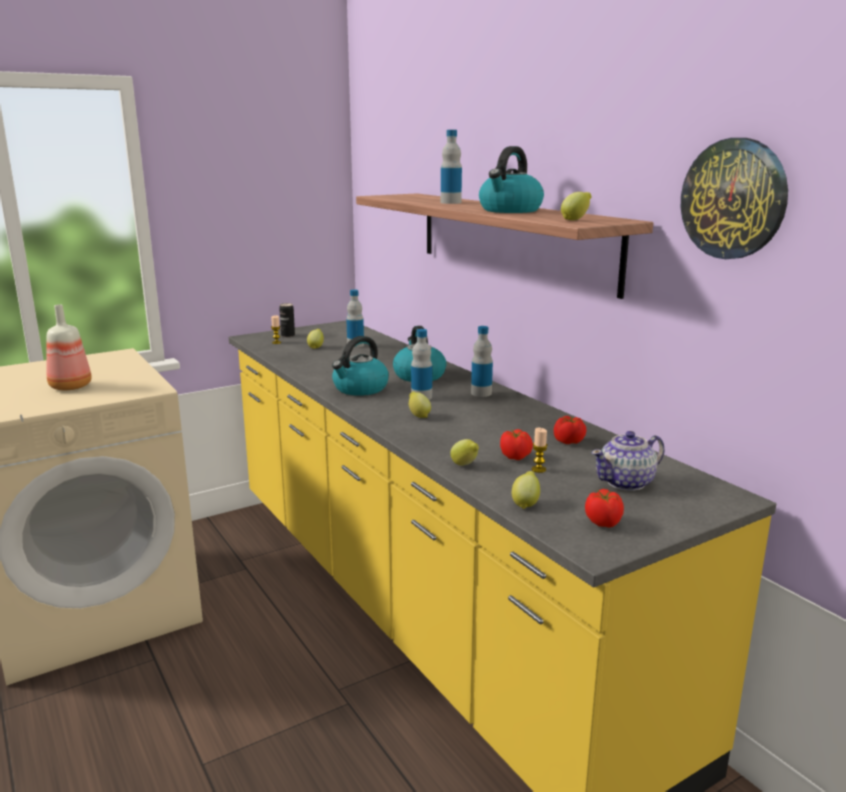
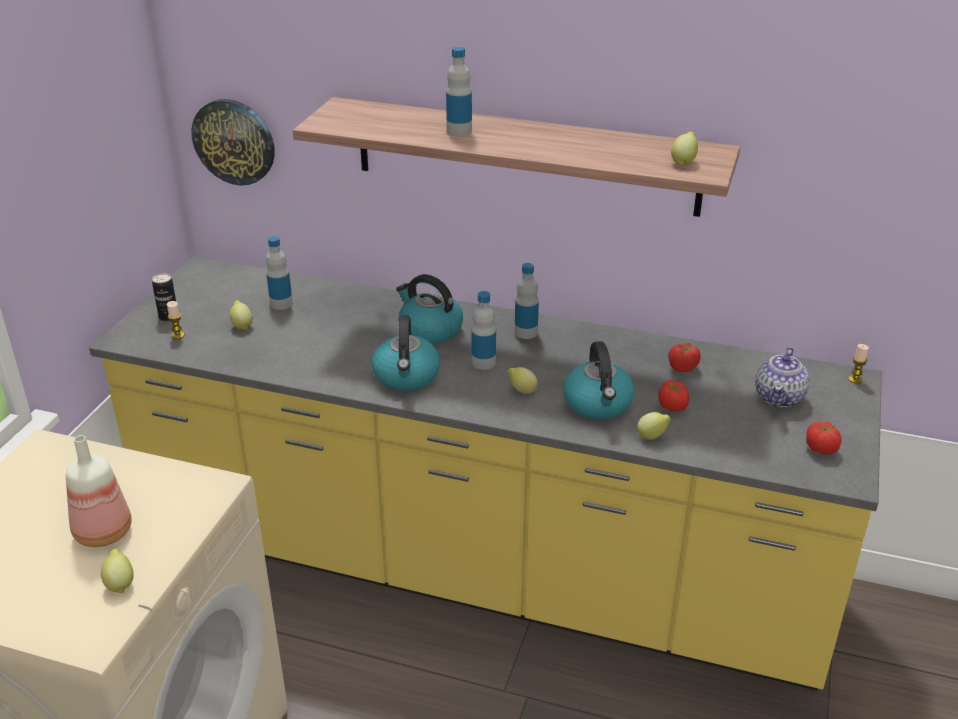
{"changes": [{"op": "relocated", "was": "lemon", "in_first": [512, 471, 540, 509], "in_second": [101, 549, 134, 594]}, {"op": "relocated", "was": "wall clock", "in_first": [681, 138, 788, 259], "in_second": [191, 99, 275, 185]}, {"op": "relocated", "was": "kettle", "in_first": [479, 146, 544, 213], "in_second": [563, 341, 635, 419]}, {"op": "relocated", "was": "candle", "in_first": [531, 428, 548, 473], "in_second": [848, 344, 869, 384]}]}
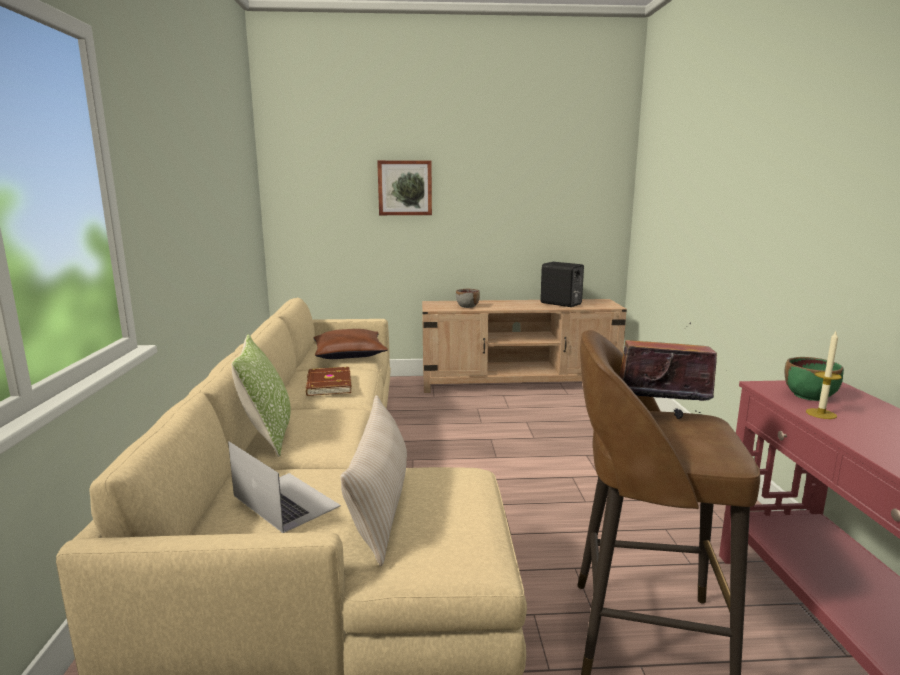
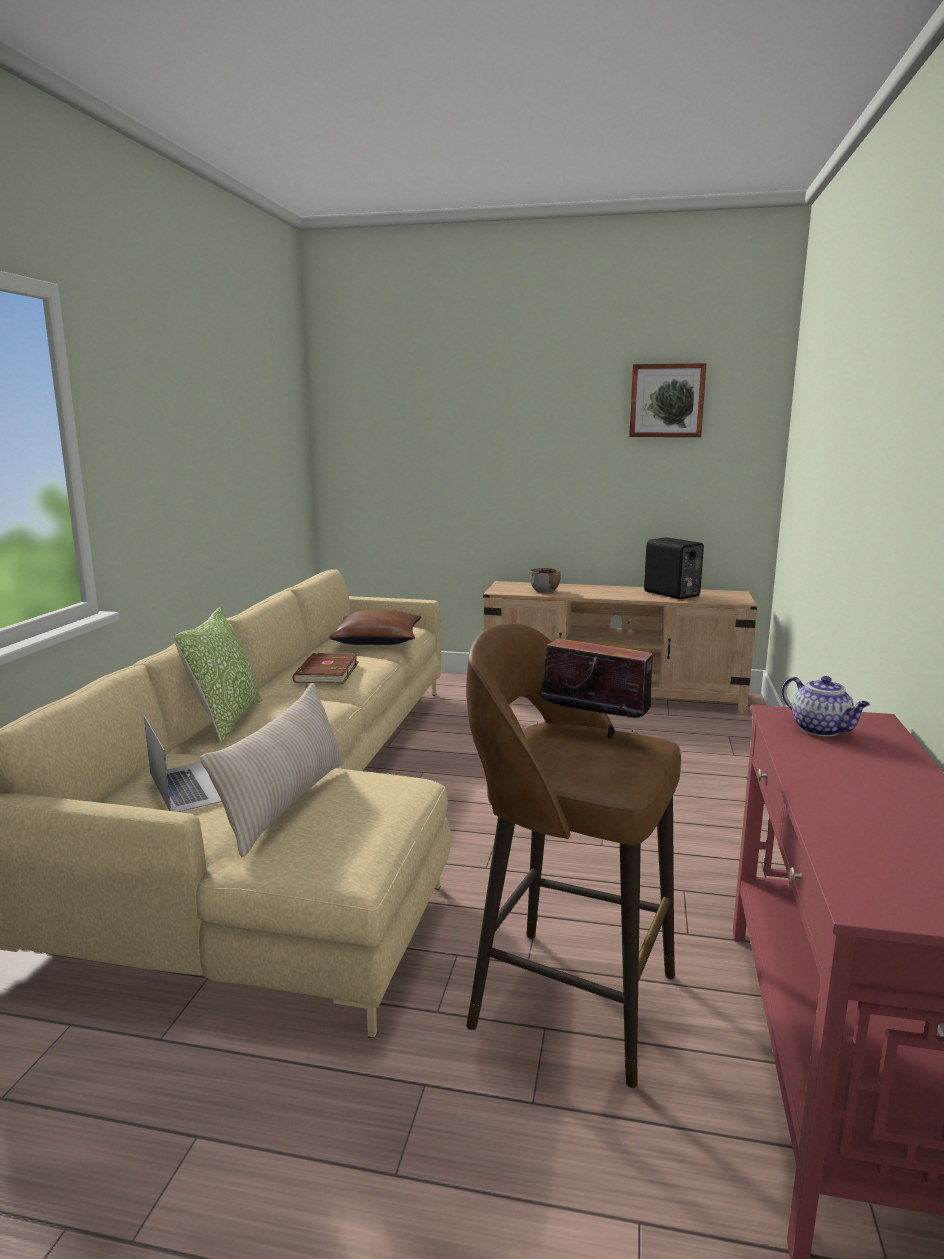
{"changes": [{"op": "relocated", "was": "picture", "in_first": [377, 160, 432, 215], "in_second": [629, 363, 707, 437]}, {"op": "exchanged", "was": "bowl (green)", "now": "teapot", "in_first": [784, 357, 844, 401], "in_second": [782, 676, 870, 736]}, {"op": "missing", "was": "candle", "in_first": [806, 332, 842, 419]}]}
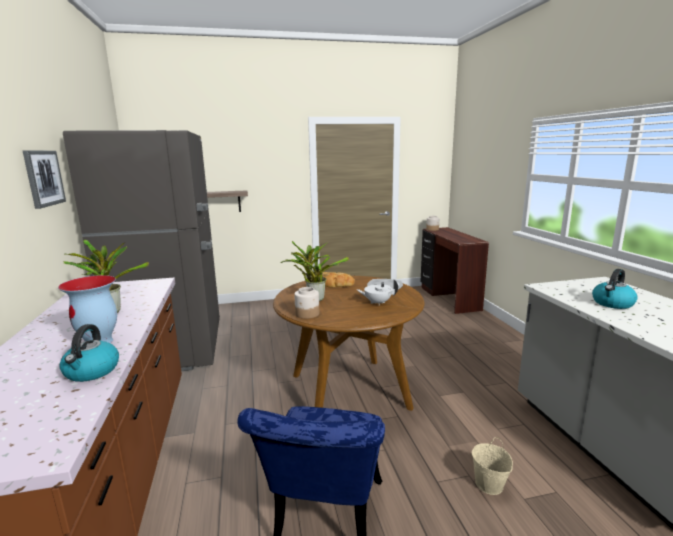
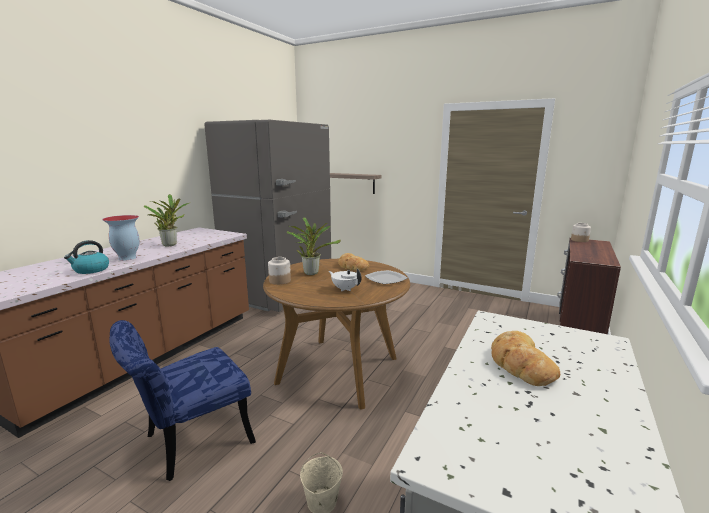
{"changes": [{"op": "exchanged", "was": "kettle", "now": "bread", "in_first": [592, 269, 638, 309], "in_second": [491, 331, 560, 386]}, {"op": "missing", "was": "picture", "in_first": [22, 150, 66, 209]}]}
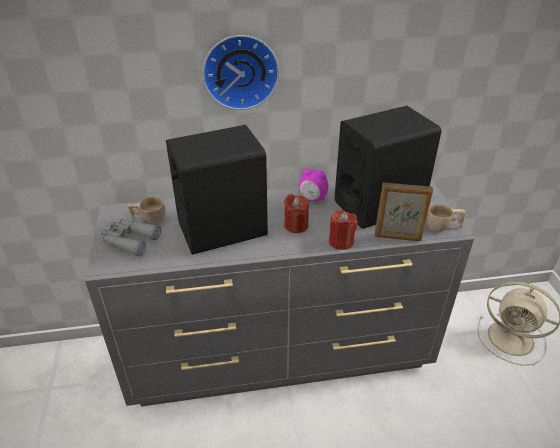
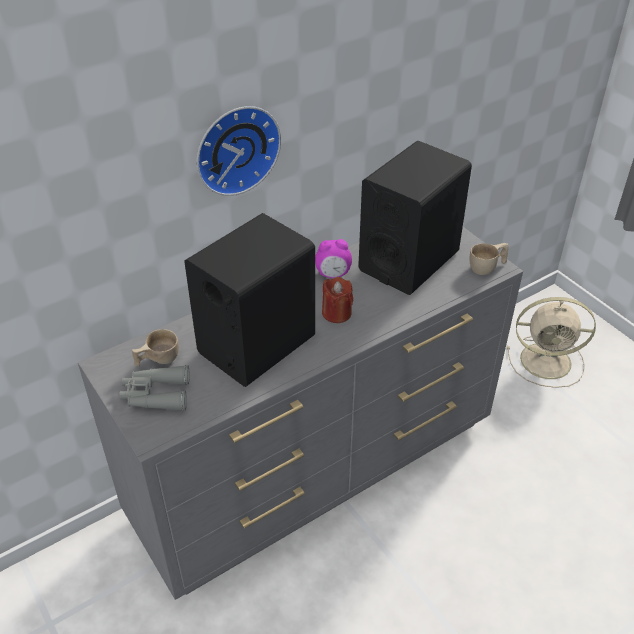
{"changes": [{"op": "missing", "was": "candle (red)", "in_first": [329, 210, 357, 250]}, {"op": "missing", "was": "picture frame", "in_first": [375, 182, 433, 241]}]}
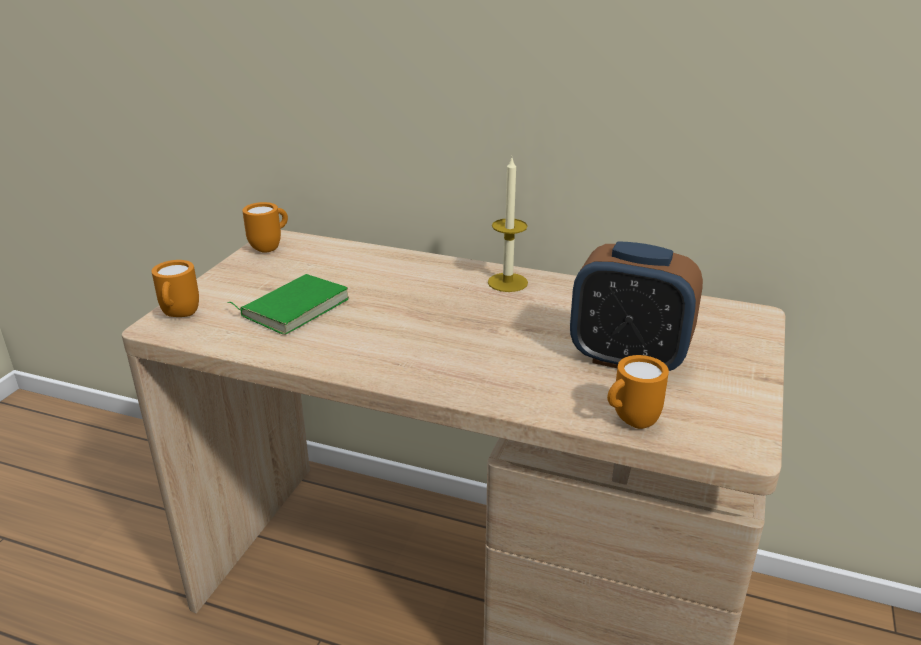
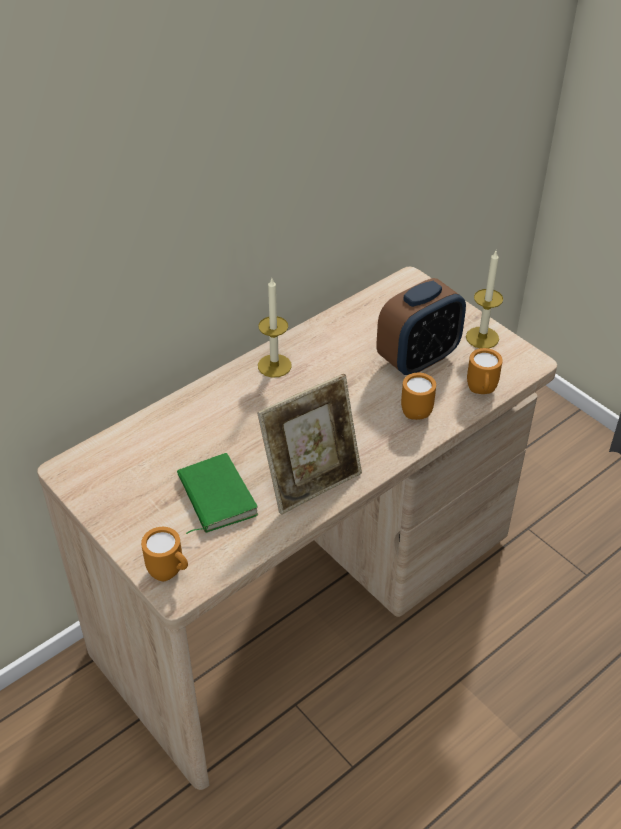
{"changes": [{"op": "appeared", "now": "picture frame", "in_second": [257, 374, 362, 515]}, {"op": "relocated", "was": "mug (orange)", "in_first": [242, 202, 288, 253], "in_second": [401, 373, 436, 420]}, {"op": "appeared", "now": "candle", "in_second": [466, 251, 503, 348]}]}
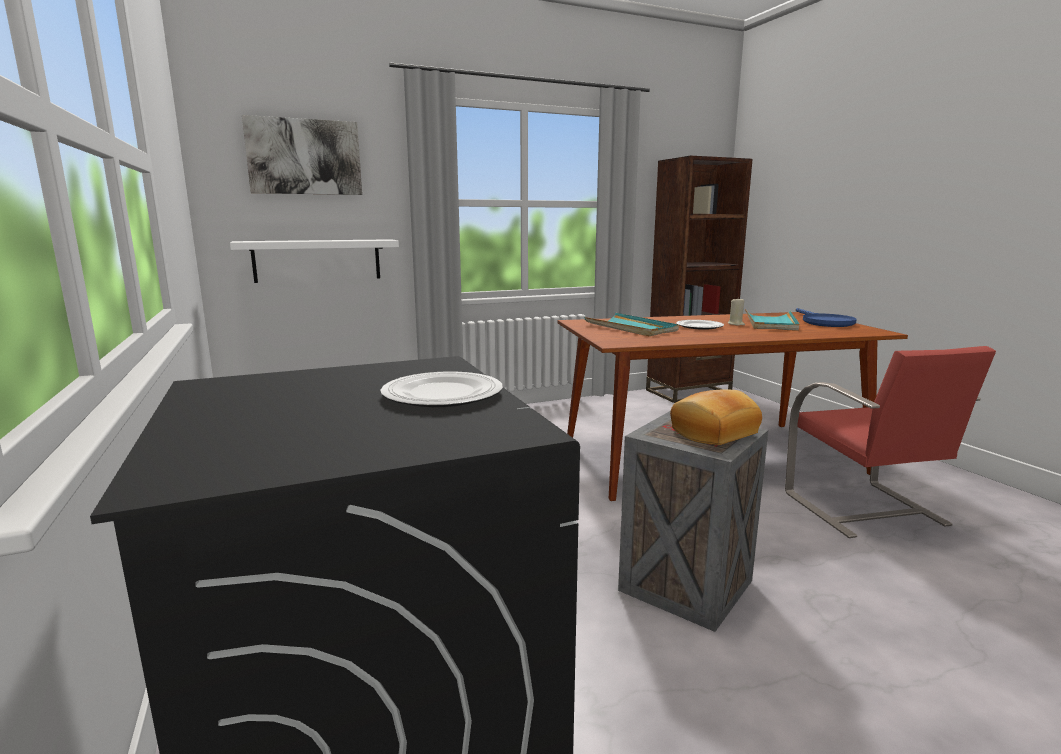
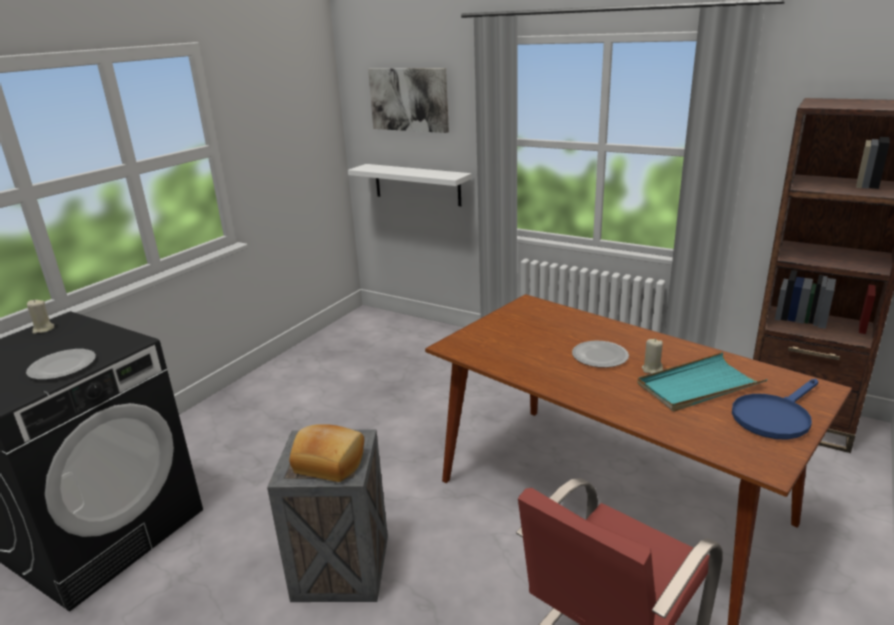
{"changes": [{"op": "appeared", "now": "candle (beige)", "in_second": [27, 300, 54, 334]}, {"op": "missing", "was": "tray (turquoise)", "in_first": [584, 313, 679, 336]}]}
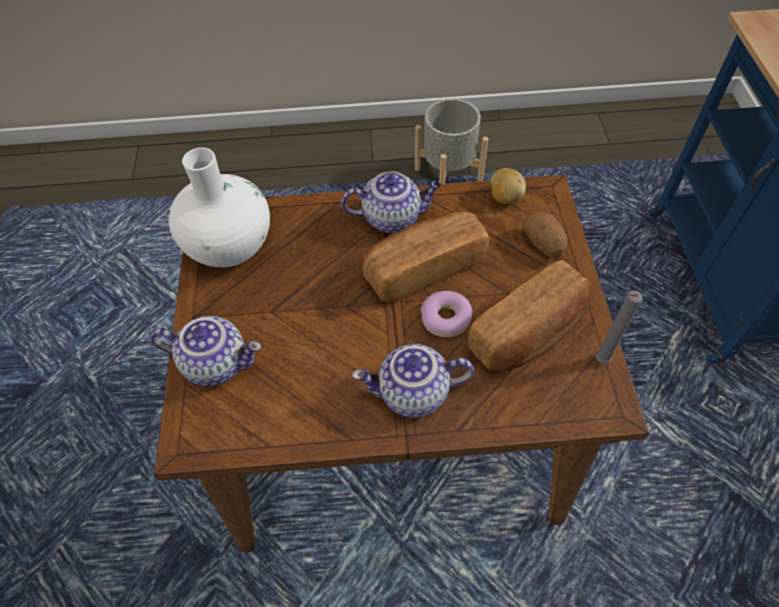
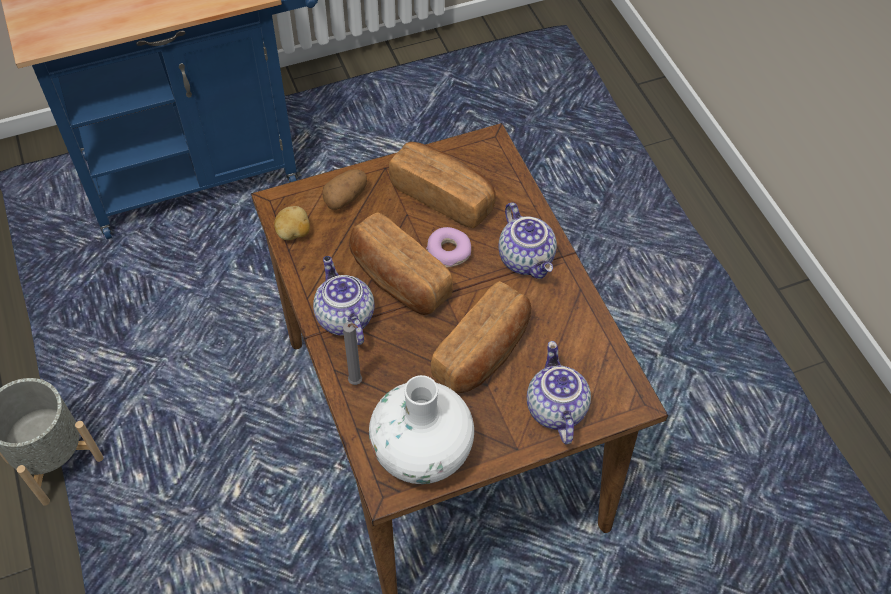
{"changes": [{"op": "relocated", "was": "candle (grey)", "in_first": [596, 291, 643, 364], "in_second": [343, 322, 362, 385]}, {"op": "appeared", "now": "bread", "in_second": [431, 281, 531, 393]}]}
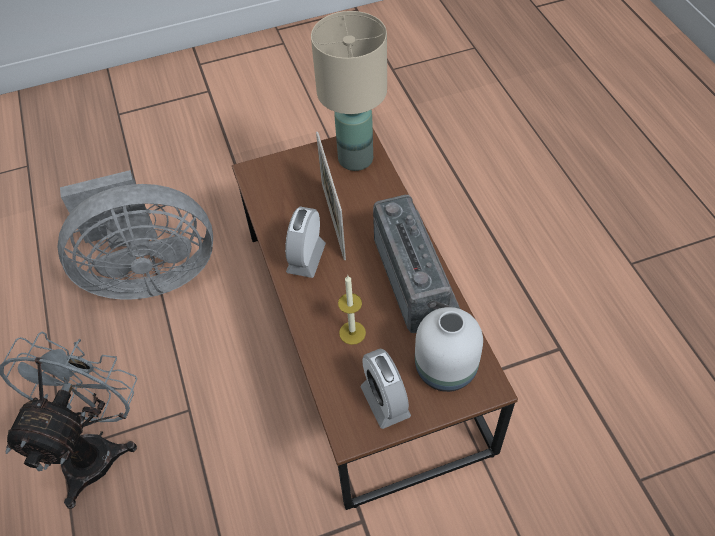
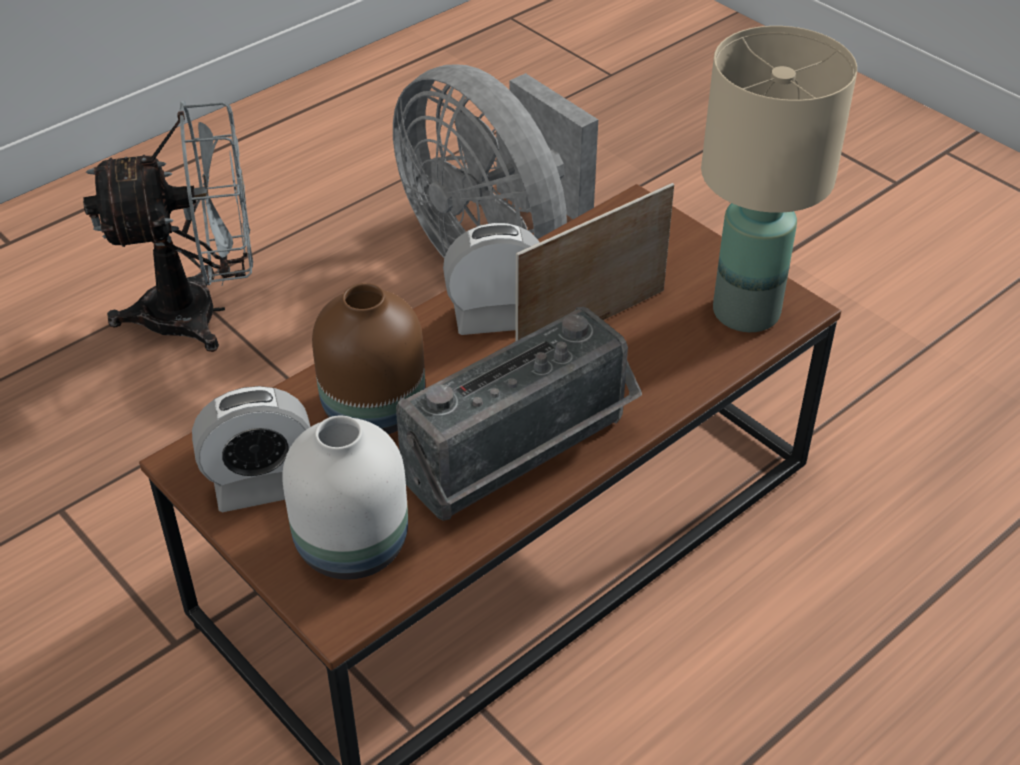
{"changes": [{"op": "spun", "was": "alarm clock", "in_first": [360, 348, 411, 429], "in_second": [192, 386, 310, 512], "clockwise": -150}, {"op": "exchanged", "was": "candle", "now": "vase (brown)", "in_first": [338, 275, 366, 345], "in_second": [312, 283, 425, 434]}]}
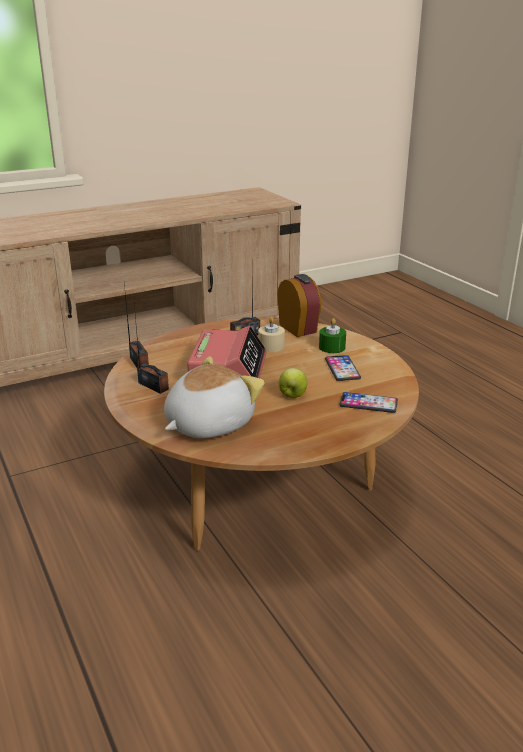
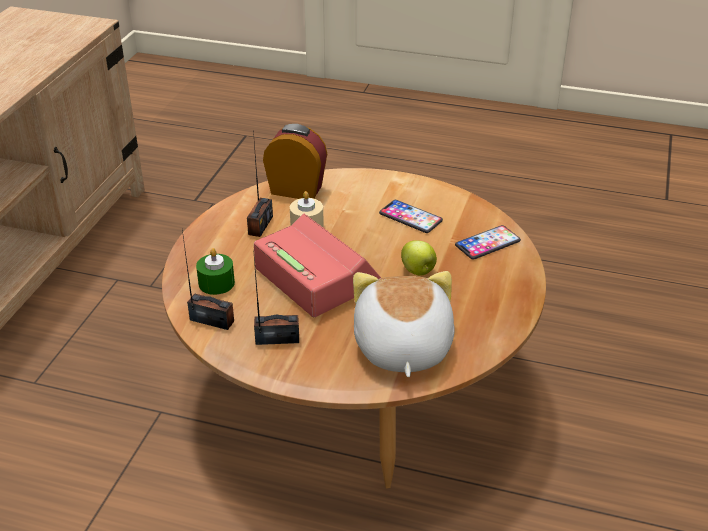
{"changes": [{"op": "relocated", "was": "candle (green)", "in_first": [319, 318, 346, 353], "in_second": [196, 248, 235, 295]}]}
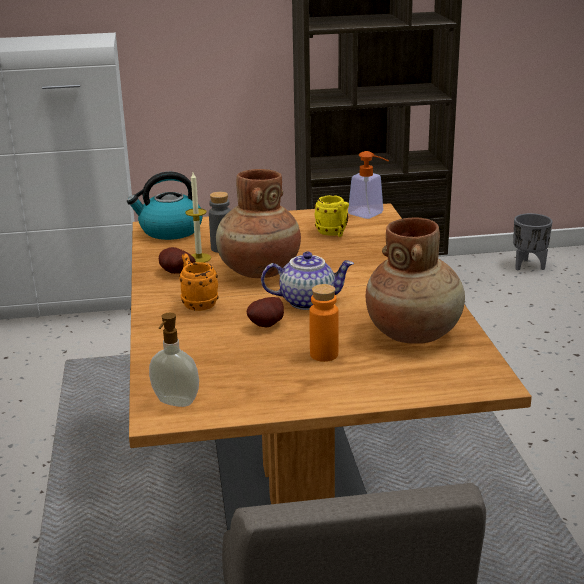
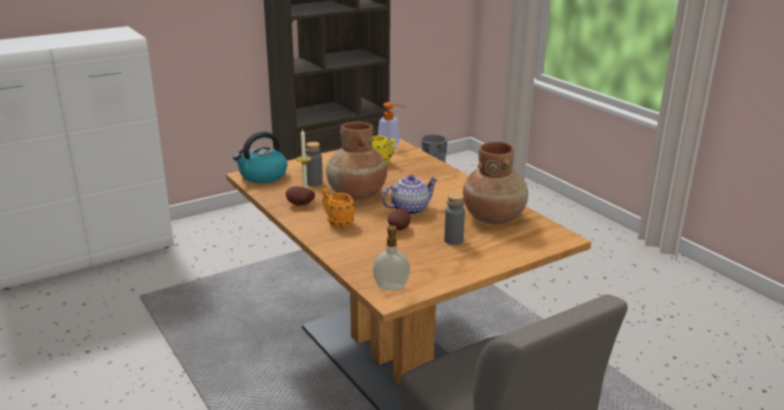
{"changes": [{"op": "colour", "was": "bottle (orange)", "now": "bottle (grey)", "in_first": [309, 284, 339, 362], "in_second": [444, 193, 465, 245]}]}
